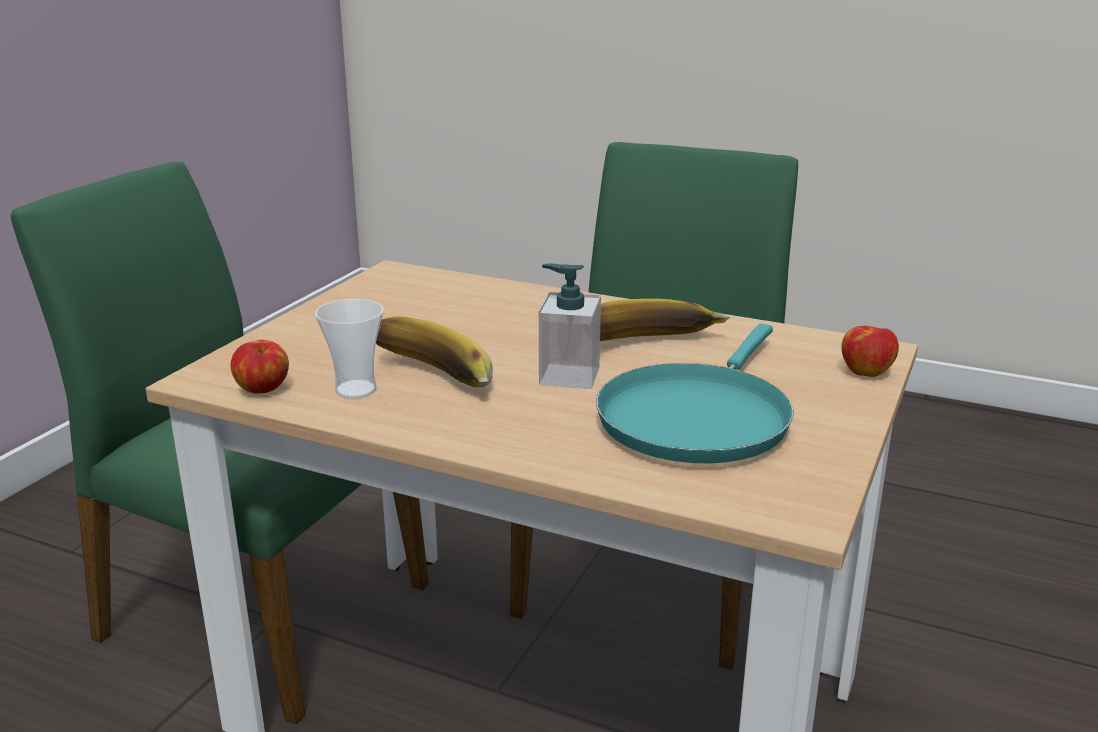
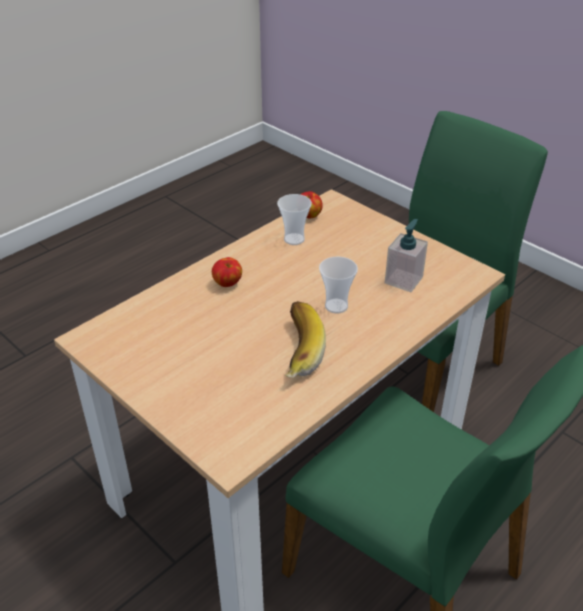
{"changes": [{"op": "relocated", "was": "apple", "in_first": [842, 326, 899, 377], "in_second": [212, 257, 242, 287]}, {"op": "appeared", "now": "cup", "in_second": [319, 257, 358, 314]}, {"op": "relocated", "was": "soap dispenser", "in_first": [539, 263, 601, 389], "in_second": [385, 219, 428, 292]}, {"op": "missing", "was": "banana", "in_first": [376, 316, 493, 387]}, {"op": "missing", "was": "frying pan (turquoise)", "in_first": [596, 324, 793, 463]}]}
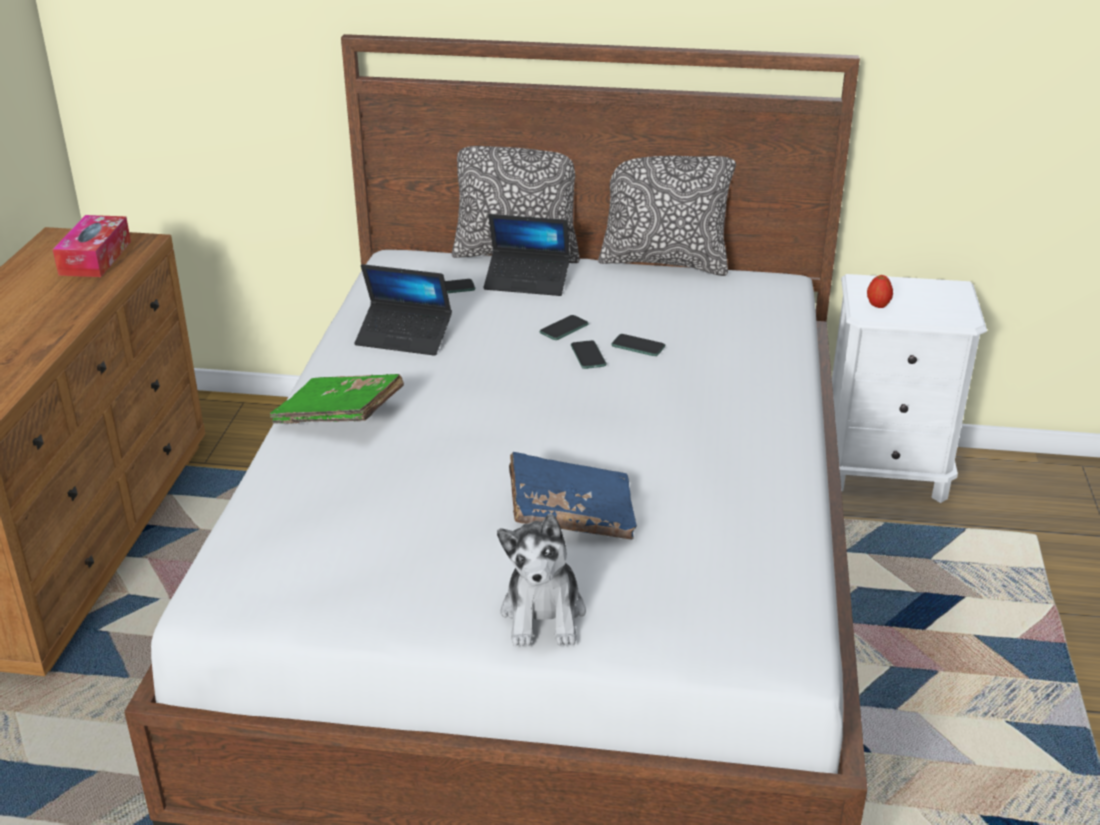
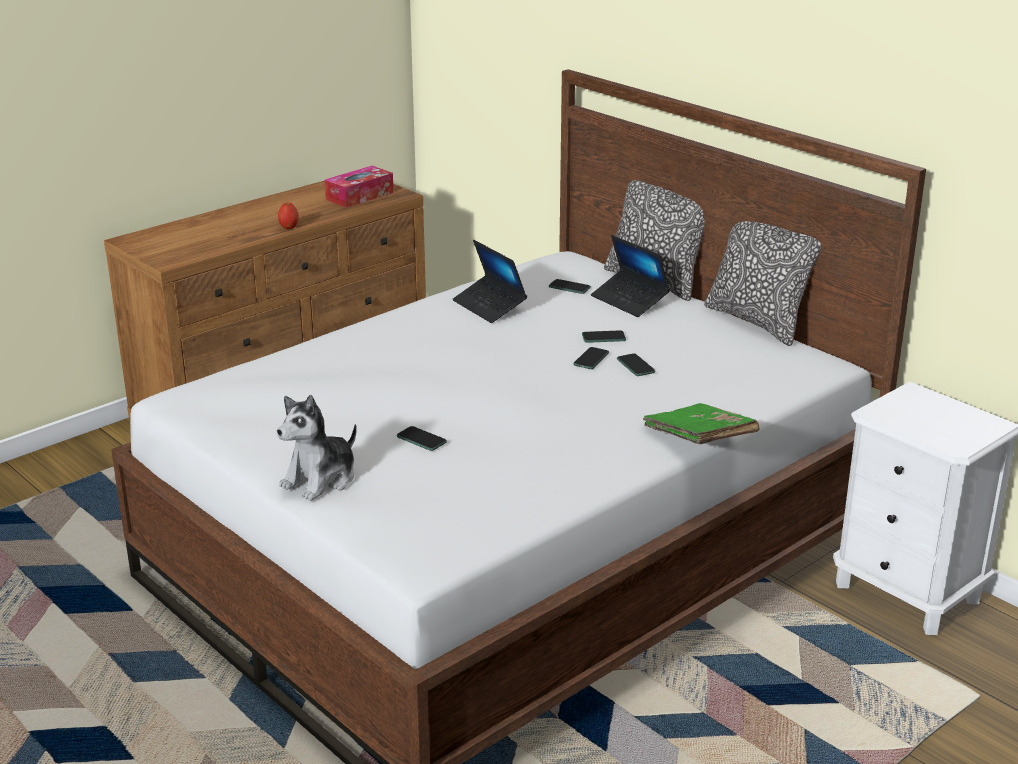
{"changes": [{"op": "relocated", "was": "apple", "in_first": [867, 275, 893, 308], "in_second": [278, 202, 299, 229]}, {"op": "exchanged", "was": "book (blue)", "now": "phone", "in_first": [509, 452, 637, 540], "in_second": [397, 426, 447, 451]}, {"op": "relocated", "was": "book (green)", "in_first": [270, 374, 404, 424], "in_second": [643, 403, 759, 444]}]}
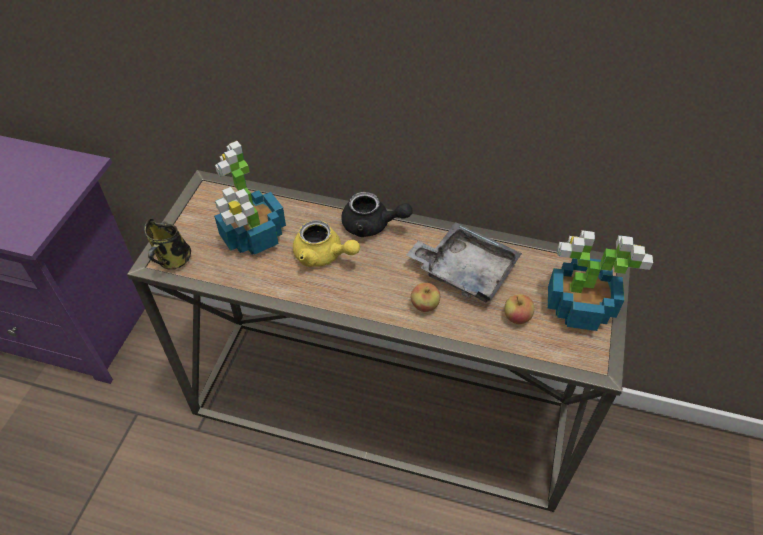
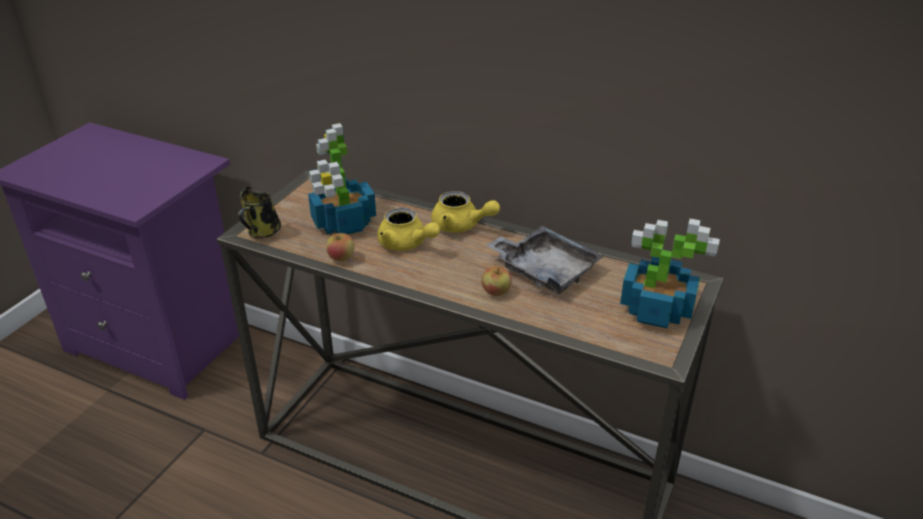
{"changes": [{"op": "relocated", "was": "apple", "in_first": [504, 294, 534, 324], "in_second": [326, 231, 355, 261]}, {"op": "colour", "was": "teapot (black)", "now": "teapot (yellow)", "in_first": [341, 192, 413, 237], "in_second": [431, 191, 500, 233]}]}
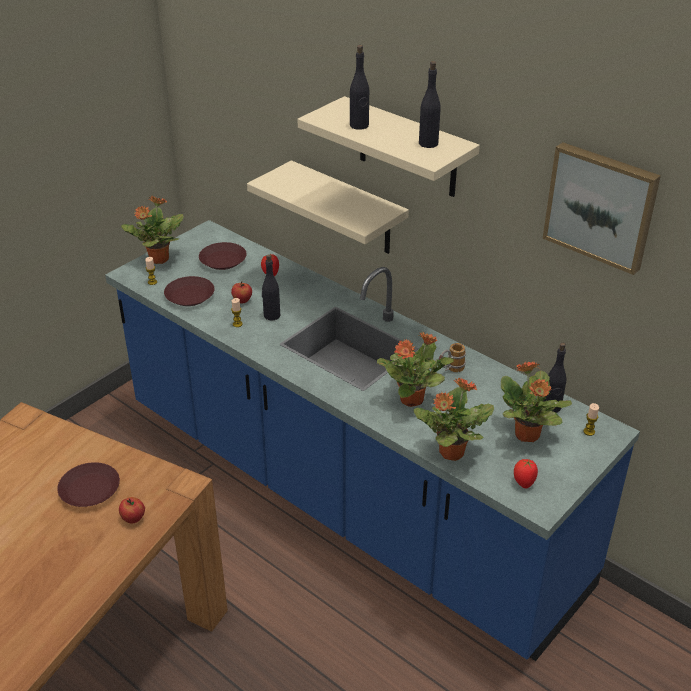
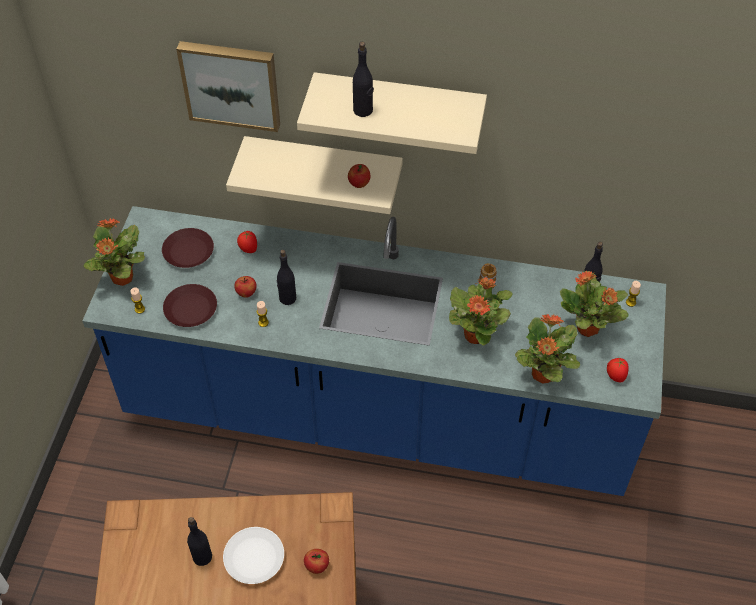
{"changes": [{"op": "relocated", "was": "picture", "in_first": [543, 142, 661, 275], "in_second": [176, 41, 280, 132]}, {"op": "relocated", "was": "bottle (black)", "in_first": [419, 61, 441, 148], "in_second": [187, 517, 212, 566]}, {"op": "colour", "was": "plate (brown)", "now": "plate (white)", "in_first": [57, 462, 120, 507], "in_second": [223, 527, 284, 584]}, {"op": "appeared", "now": "apple", "in_second": [348, 164, 370, 188]}]}
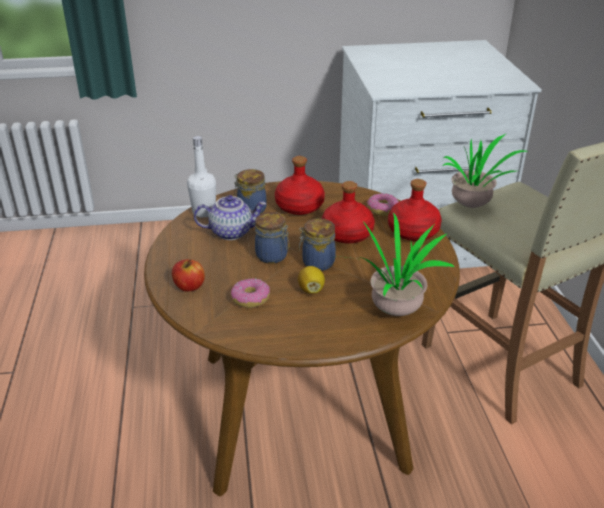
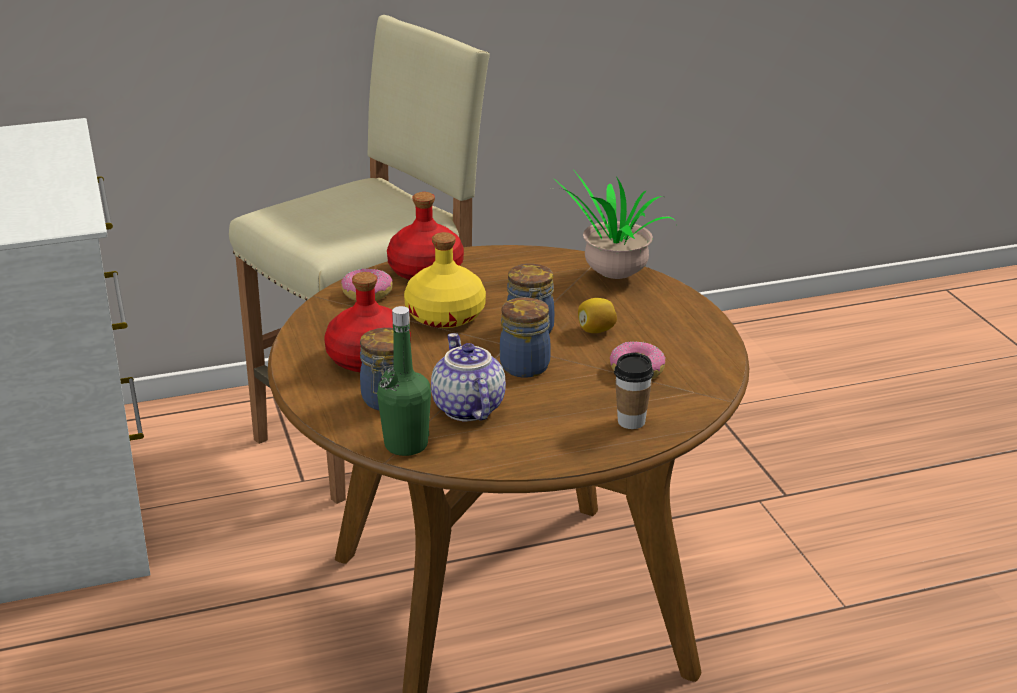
{"changes": [{"op": "colour", "was": "bottle (white)", "now": "bottle (green)", "in_first": [187, 136, 216, 218], "in_second": [377, 306, 431, 456]}, {"op": "colour", "was": "bottle (red)", "now": "bottle (yellow)", "in_first": [322, 181, 375, 244], "in_second": [404, 232, 486, 328]}, {"op": "exchanged", "was": "apple", "now": "cup", "in_first": [172, 259, 205, 291], "in_second": [614, 353, 654, 429]}, {"op": "missing", "was": "potted plant", "in_first": [442, 133, 529, 208]}]}
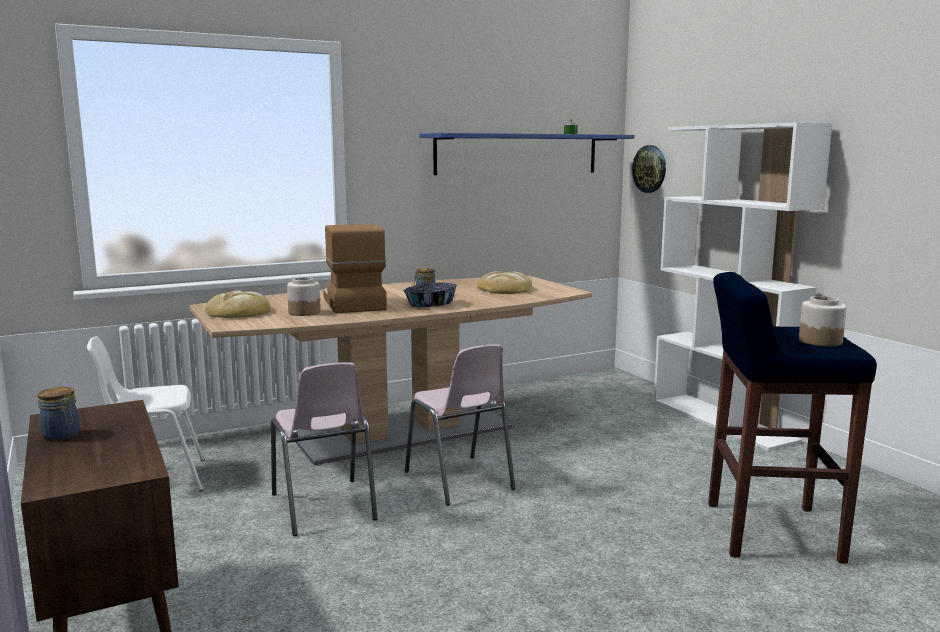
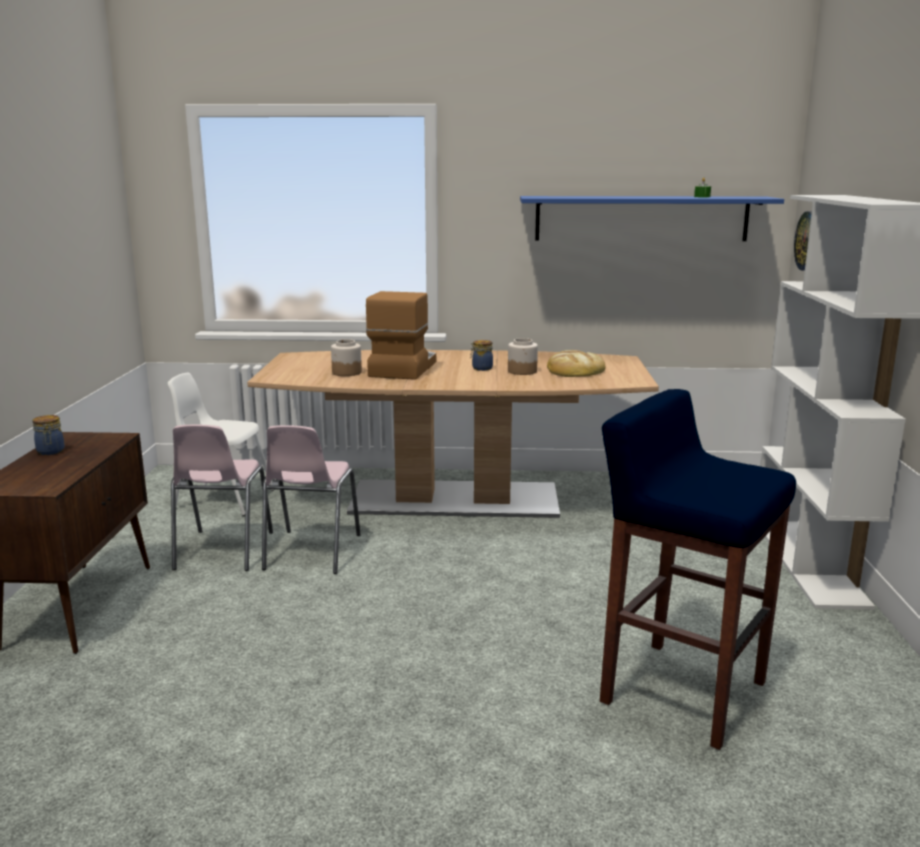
{"changes": [{"op": "relocated", "was": "chair (pink)", "in_first": [405, 344, 515, 506], "in_second": [171, 425, 273, 571]}, {"op": "relocated", "was": "jar", "in_first": [799, 296, 847, 346], "in_second": [508, 338, 538, 375]}, {"op": "missing", "was": "bread", "in_first": [205, 290, 270, 318]}, {"op": "missing", "was": "bowl", "in_first": [403, 282, 457, 307]}]}
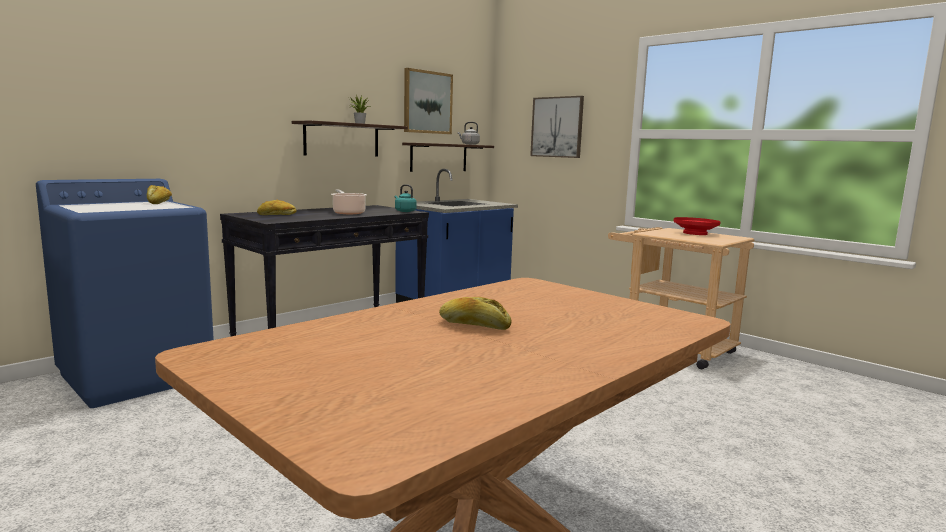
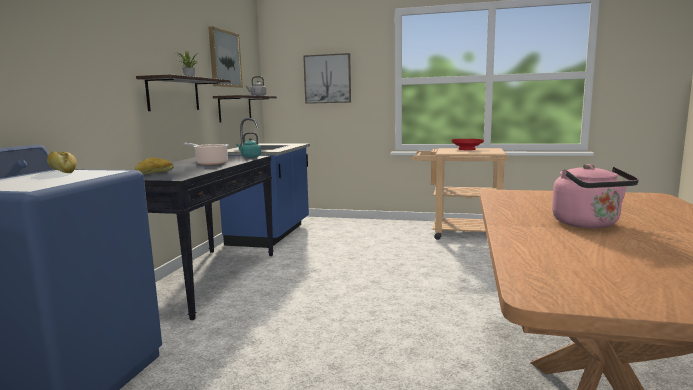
{"changes": [{"op": "exchanged", "was": "bread", "now": "kettle (pink)", "in_first": [439, 297, 512, 330], "in_second": [552, 164, 639, 228]}]}
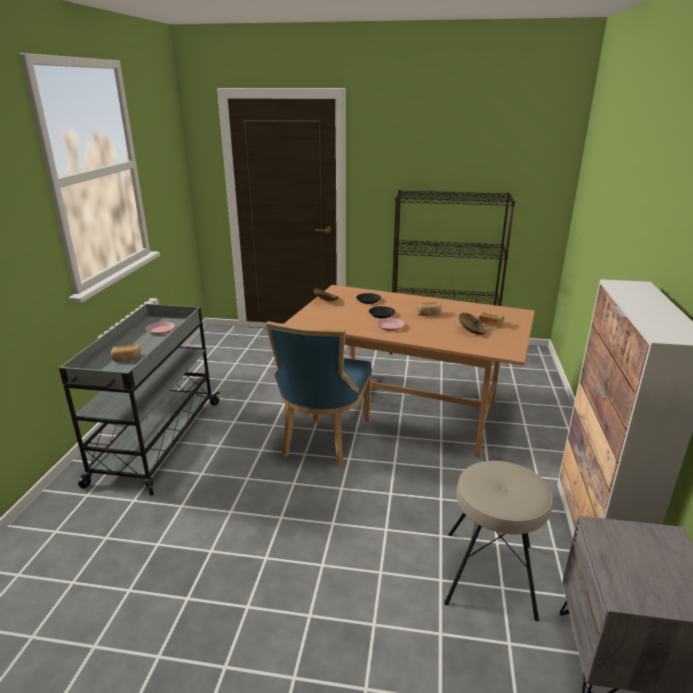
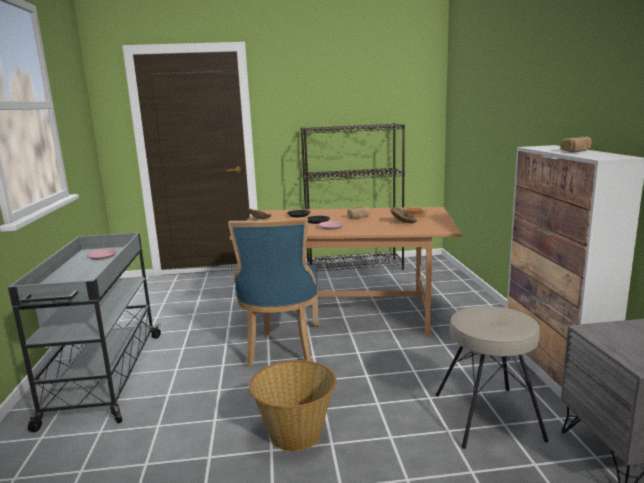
{"changes": [{"op": "appeared", "now": "basket", "in_second": [249, 360, 337, 451]}, {"op": "relocated", "was": "bread", "in_first": [111, 344, 141, 362], "in_second": [560, 136, 592, 152]}]}
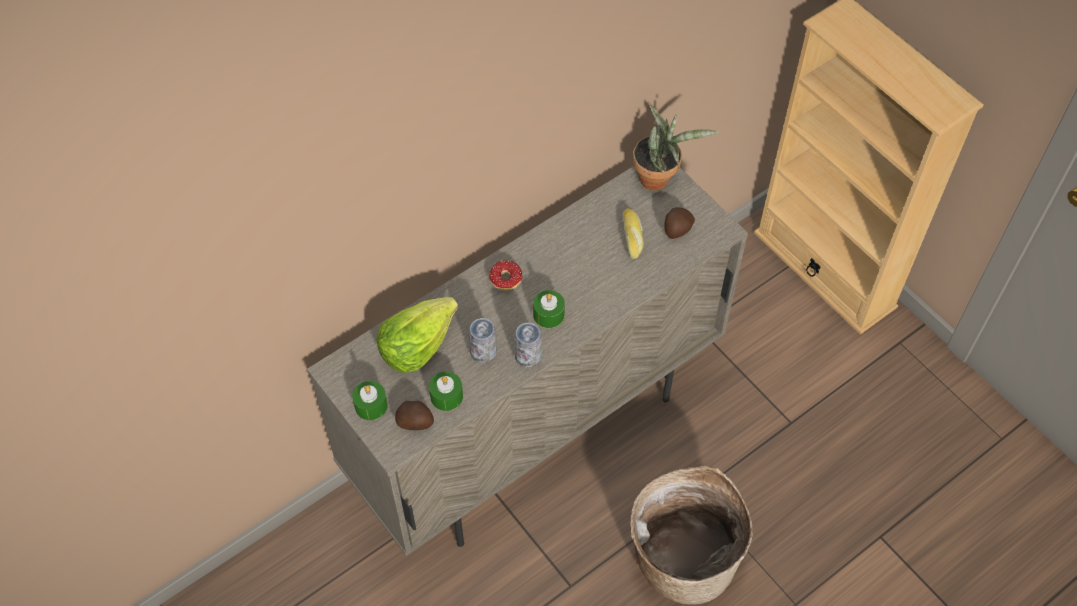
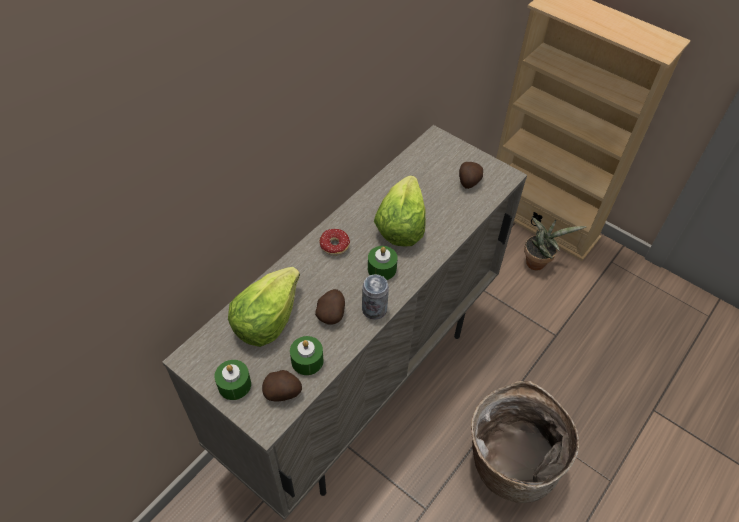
{"changes": [{"op": "exchanged", "was": "can", "now": "potato", "in_first": [469, 318, 497, 363], "in_second": [315, 289, 345, 325]}, {"op": "appeared", "now": "lettuce", "in_second": [374, 175, 426, 247]}, {"op": "relocated", "was": "potted plant", "in_first": [633, 104, 719, 190], "in_second": [524, 216, 586, 270]}, {"op": "missing", "was": "bread", "in_first": [623, 209, 644, 259]}]}
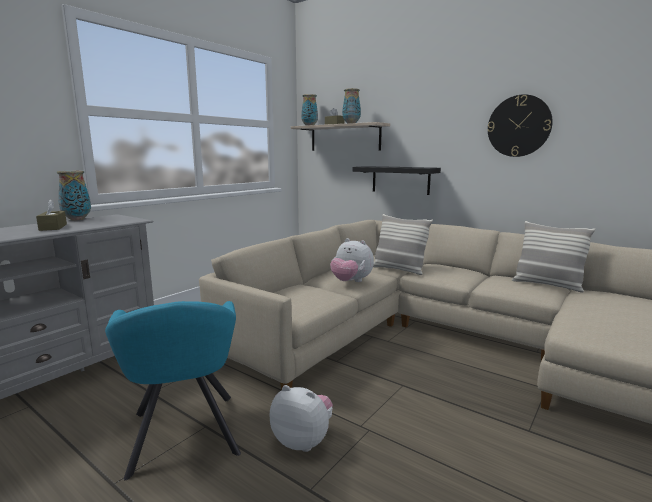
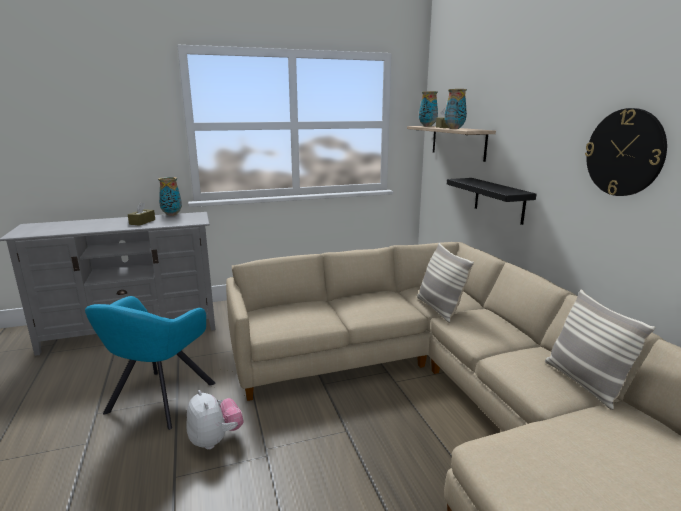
{"changes": [{"op": "missing", "was": "plush toy", "in_first": [330, 238, 374, 282]}]}
